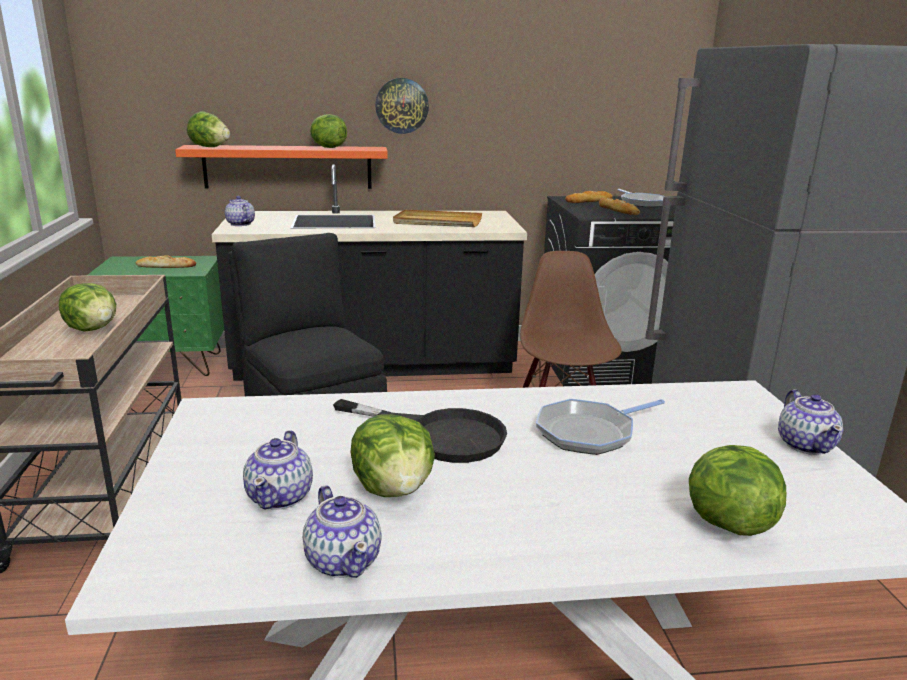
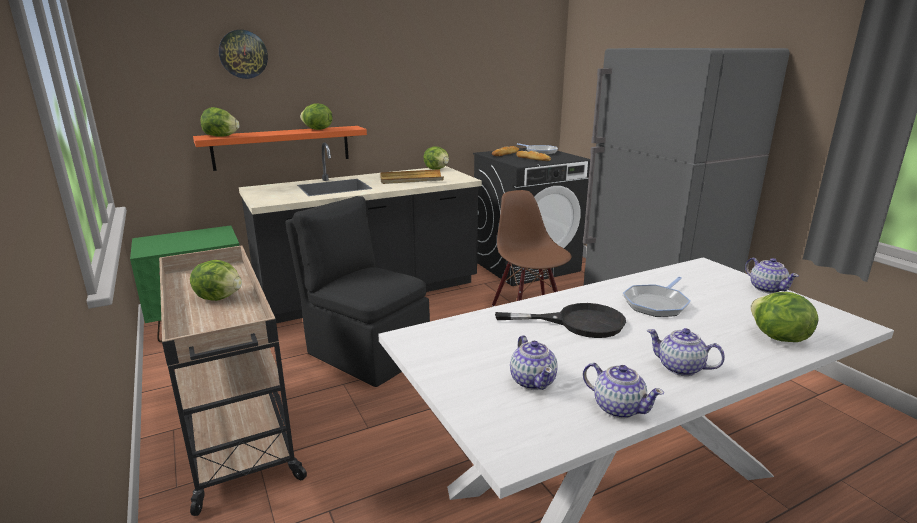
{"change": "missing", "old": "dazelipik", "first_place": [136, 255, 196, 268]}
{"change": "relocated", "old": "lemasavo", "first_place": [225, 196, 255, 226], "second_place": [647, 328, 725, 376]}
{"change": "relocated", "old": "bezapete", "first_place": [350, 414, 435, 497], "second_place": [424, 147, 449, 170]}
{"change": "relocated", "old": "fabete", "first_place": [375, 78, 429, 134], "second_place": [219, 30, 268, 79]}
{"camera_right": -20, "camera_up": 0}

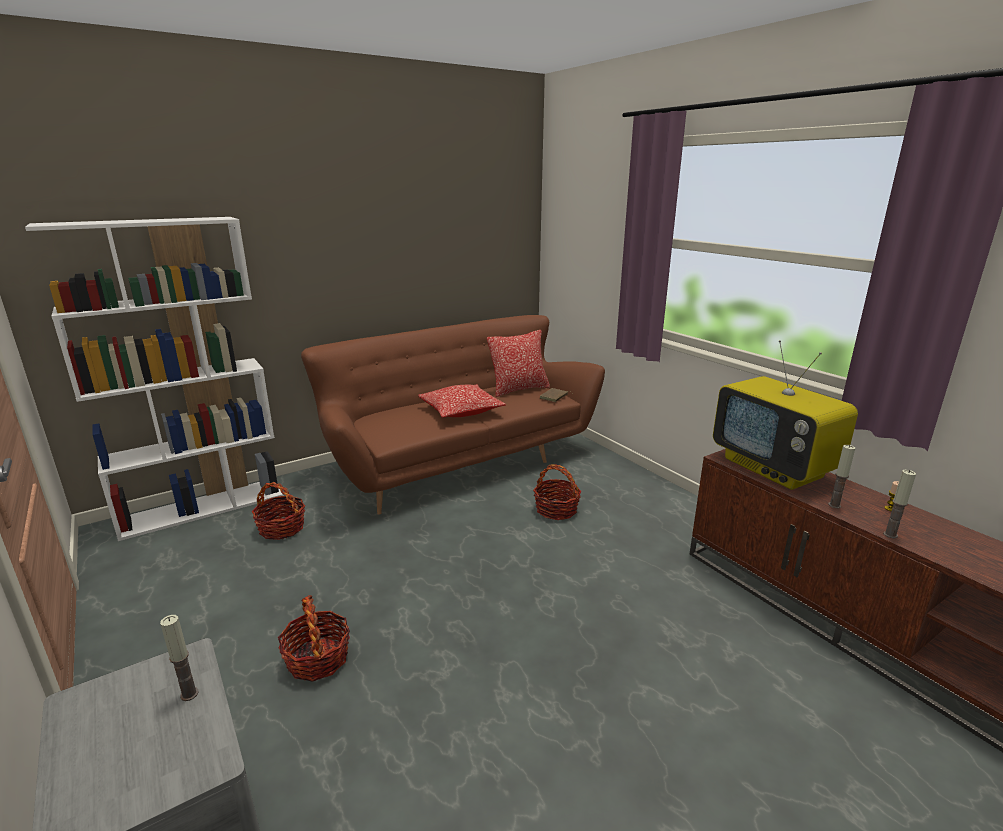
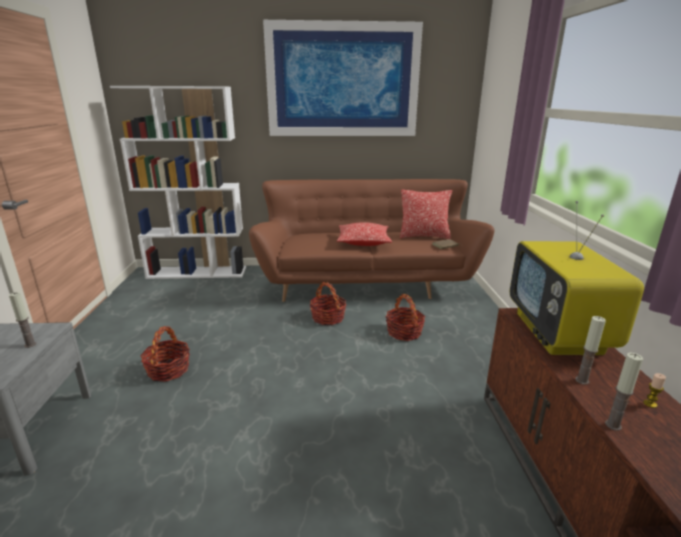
{"change": "appeared", "new": "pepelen", "second_place": [263, 20, 423, 136]}
{"change": "relocated", "old": "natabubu", "first_place": [252, 482, 305, 540], "second_place": [310, 282, 346, 325]}
{"camera_right": 30, "camera_up": 0}

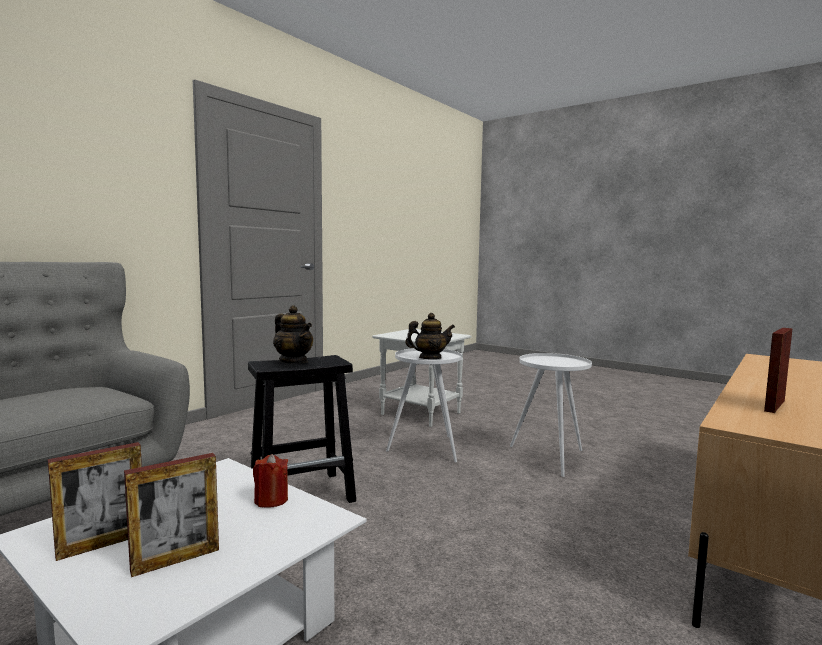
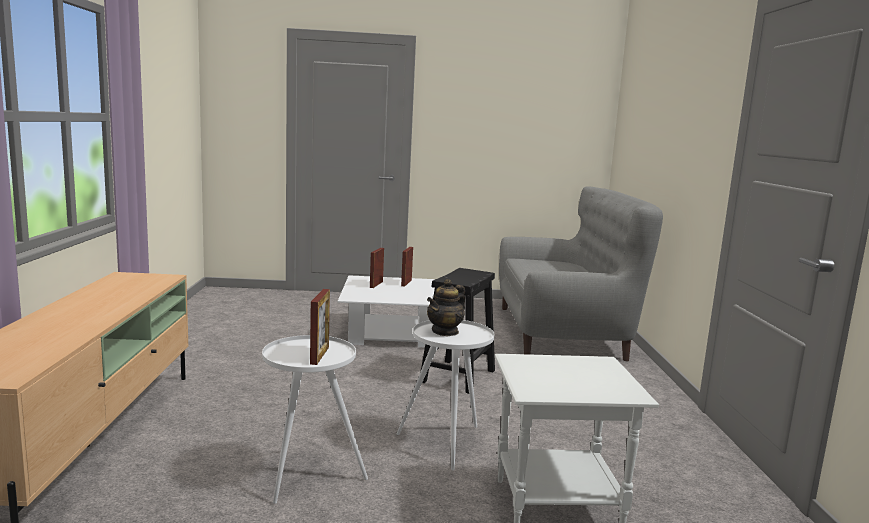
{"change": "missing", "old": "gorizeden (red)", "first_place": [253, 454, 288, 508]}
{"change": "missing", "old": "lemasavo", "first_place": [273, 305, 313, 363]}
{"change": "relocated", "old": "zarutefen", "first_place": [764, 328, 793, 413], "second_place": [310, 289, 330, 365]}
{"camera_right": 140, "camera_up": 5}

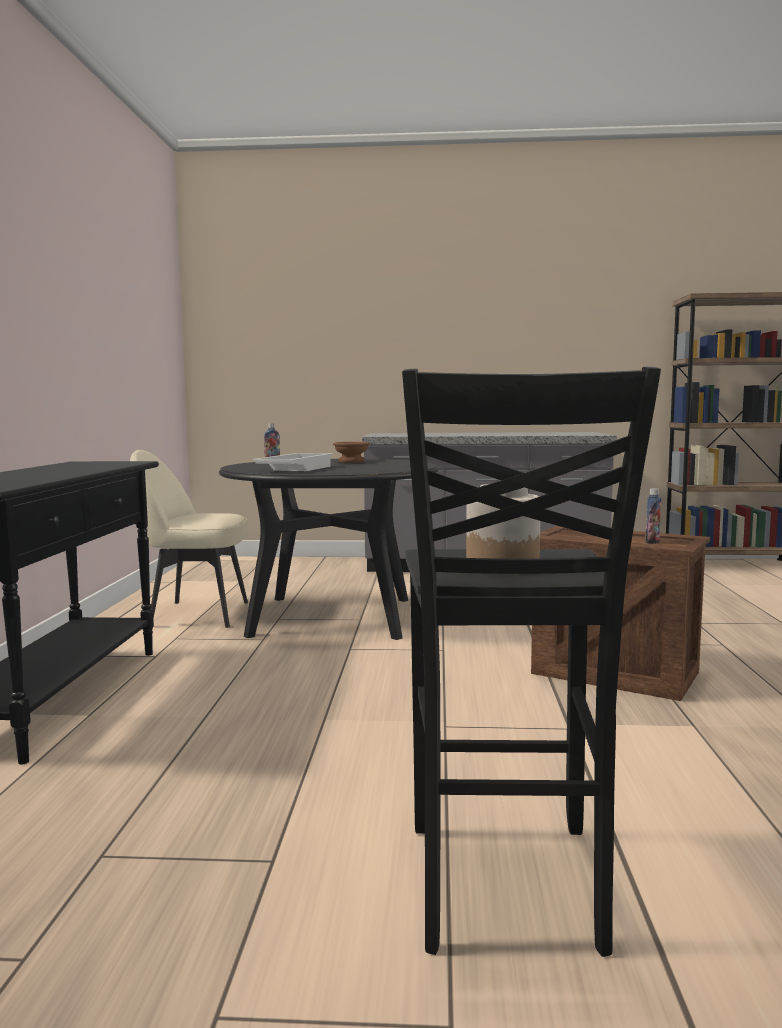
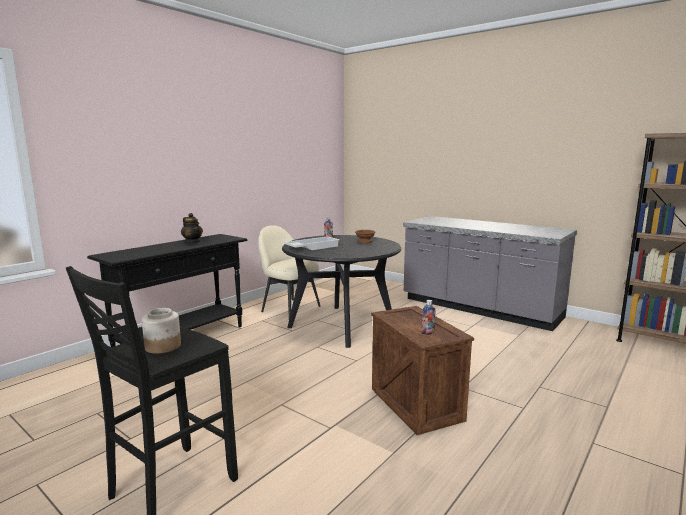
{"change": "appeared", "new": "lemasavo", "second_place": [181, 213, 203, 243]}
{"camera_right": 35, "camera_up": 5}

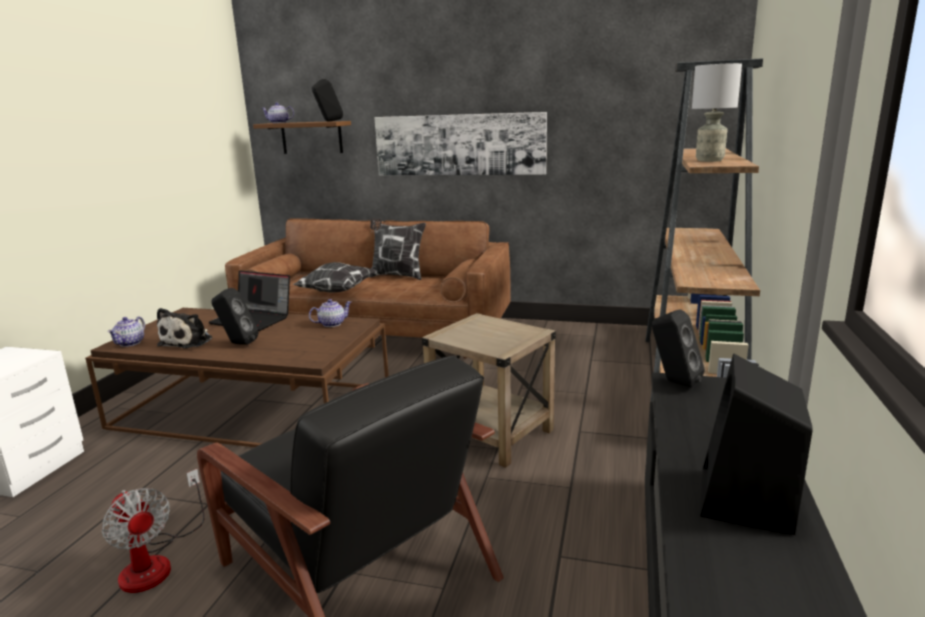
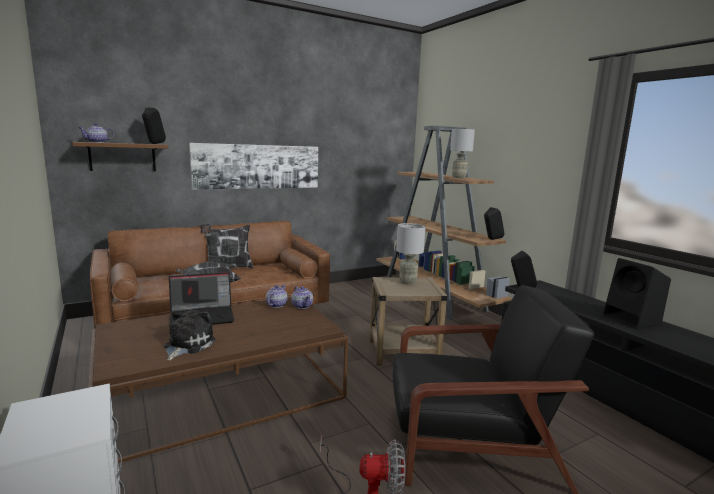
{"change": "appeared", "new": "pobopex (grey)", "second_place": [396, 223, 425, 285]}
{"change": "relocated", "old": "lemasavo", "first_place": [107, 316, 145, 347], "second_place": [291, 286, 313, 309]}
{"change": "relocated", "old": "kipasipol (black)", "first_place": [211, 288, 259, 345], "second_place": [484, 207, 505, 240]}
{"change": "spun", "old": "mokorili", "first_place": [157, 308, 212, 349], "second_place": [164, 310, 216, 361], "degrees": -135}
{"camera_right": -45, "camera_up": -5}

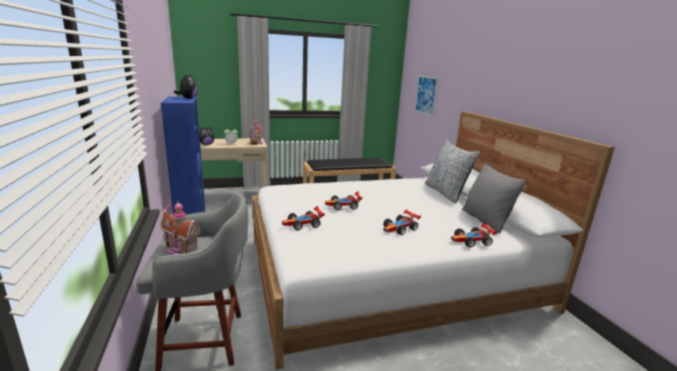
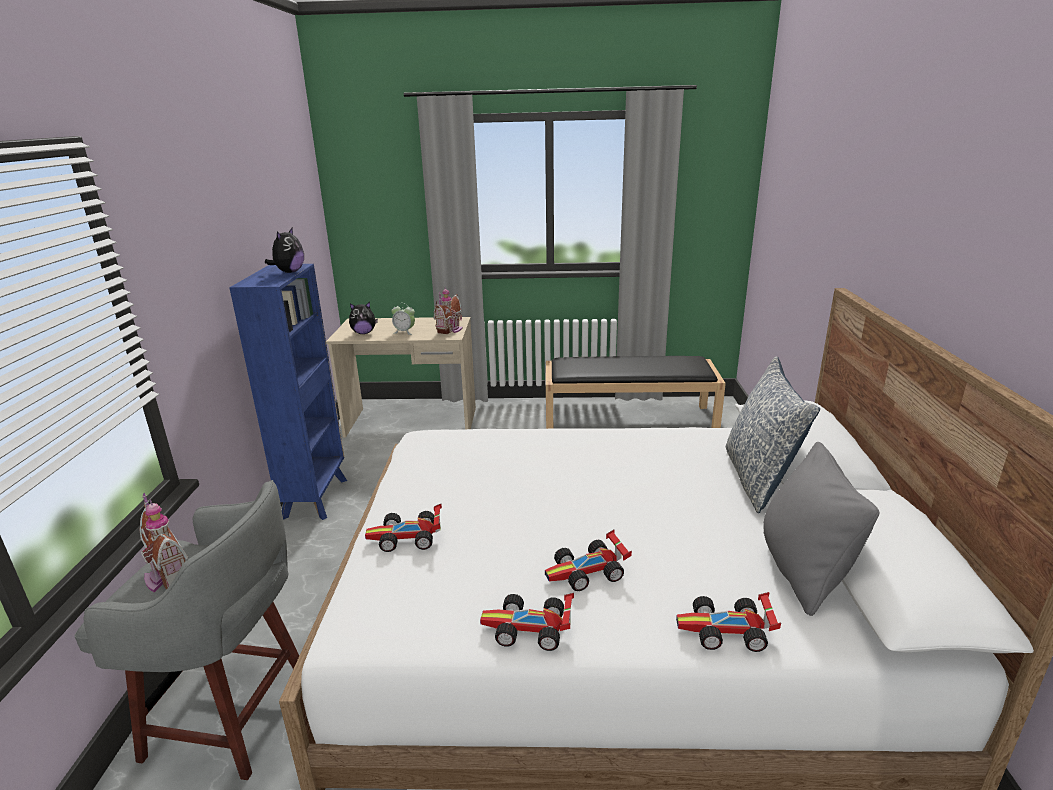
{"change": "missing", "old": "pepelen", "first_place": [415, 76, 438, 116]}
{"change": "relocated", "old": "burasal", "first_place": [325, 191, 362, 210], "second_place": [480, 593, 574, 651]}
{"camera_right": 20, "camera_up": 5}

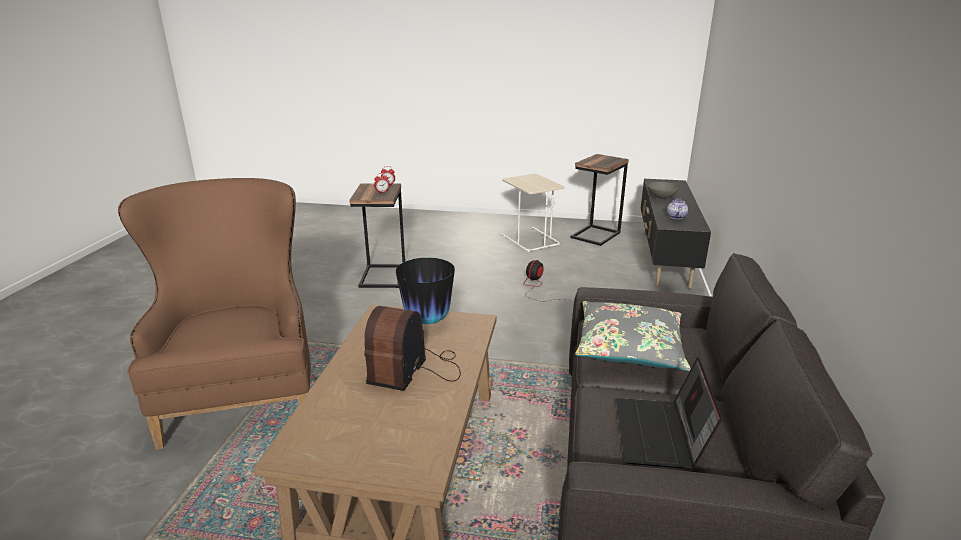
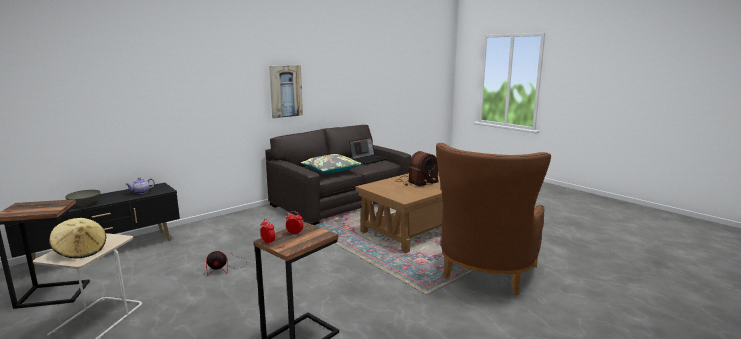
{"change": "missing", "old": "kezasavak", "first_place": [396, 258, 455, 324]}
{"change": "appeared", "new": "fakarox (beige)", "second_place": [50, 218, 106, 259]}
{"change": "appeared", "new": "pepelen", "second_place": [269, 65, 303, 118]}
{"camera_right": -140, "camera_up": -10}

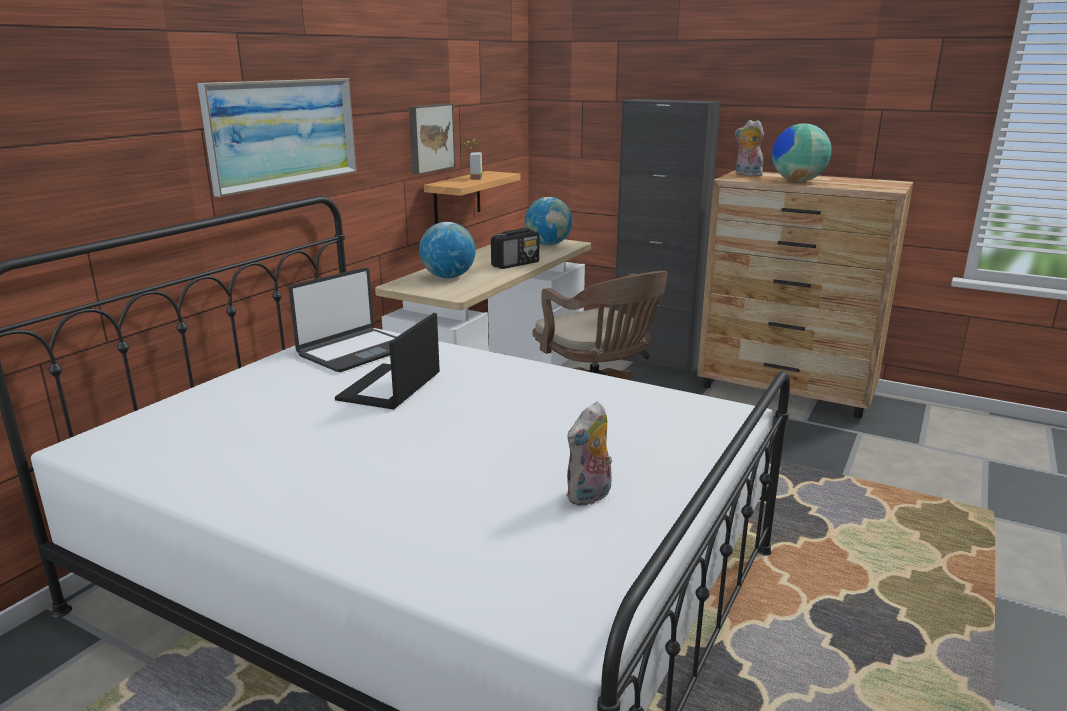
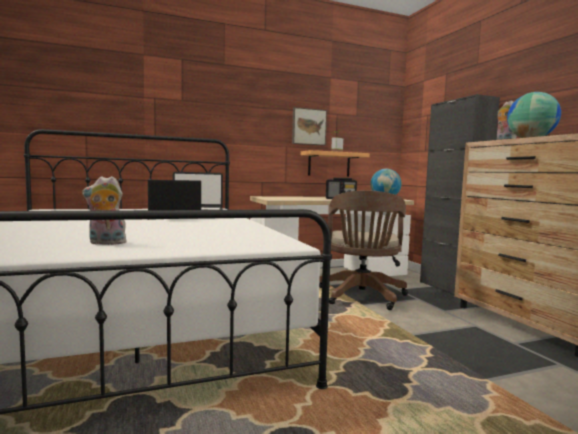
{"change": "missing", "old": "pepelen", "first_place": [197, 78, 357, 197]}
{"change": "missing", "old": "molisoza", "first_place": [419, 222, 476, 278]}
{"camera_right": 40, "camera_up": -15}

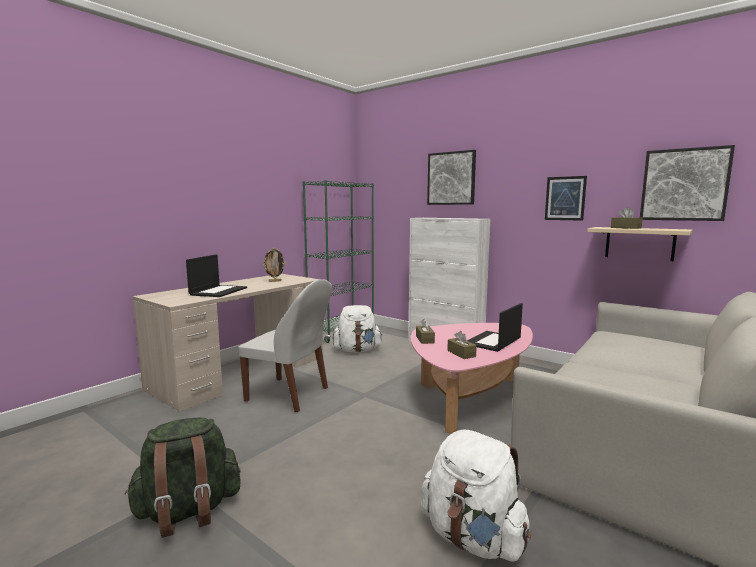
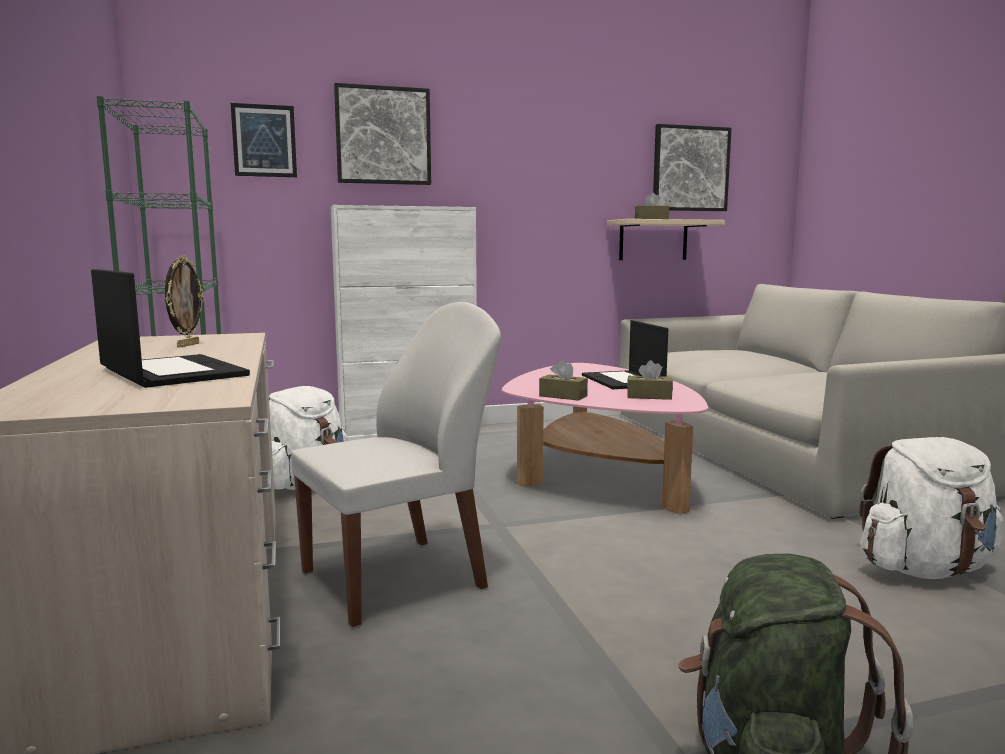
{"change": "relocated", "old": "pepelen", "first_place": [545, 176, 587, 221], "second_place": [231, 103, 297, 177]}
{"camera_right": -55, "camera_up": 0}

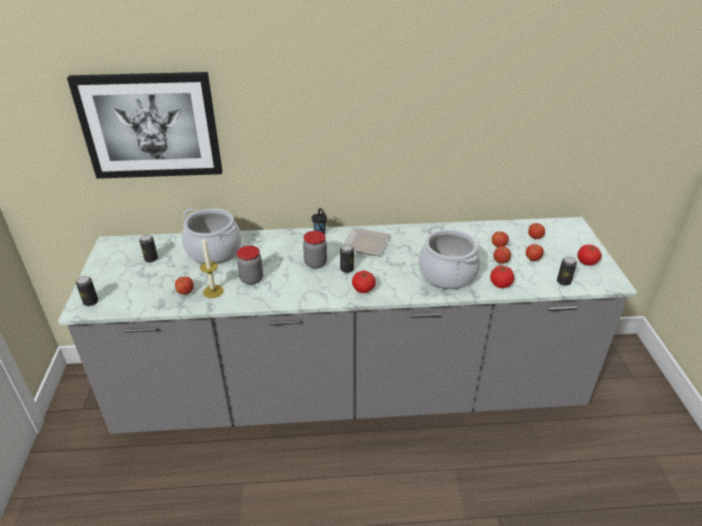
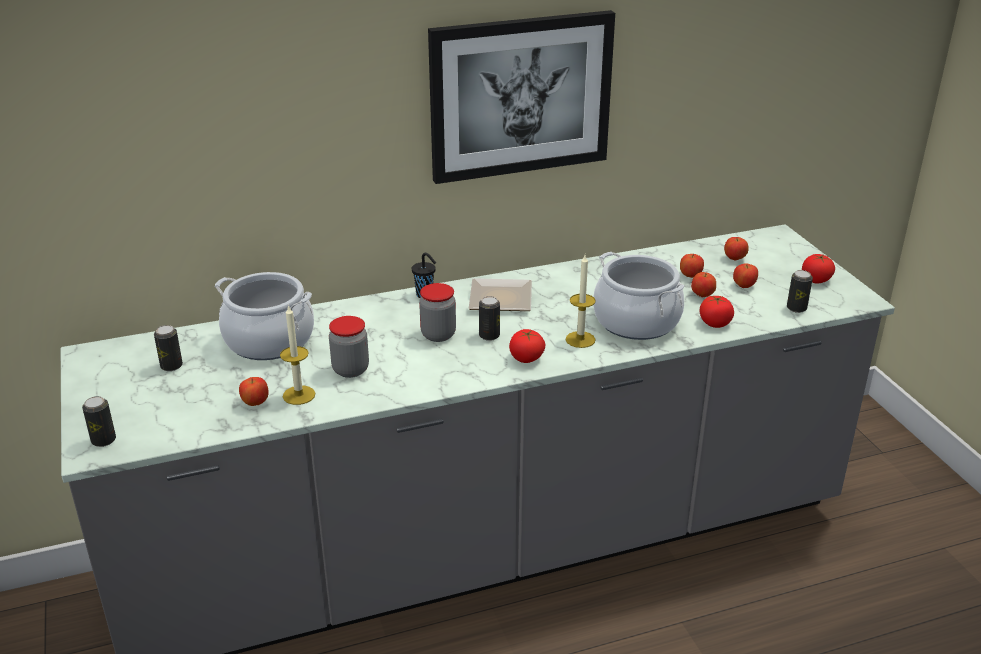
{"change": "appeared", "new": "gorizeden", "second_place": [566, 255, 596, 348]}
{"change": "relocated", "old": "pepelen", "first_place": [67, 72, 222, 179], "second_place": [428, 10, 615, 184]}
{"camera_right": -15, "camera_up": -5}

